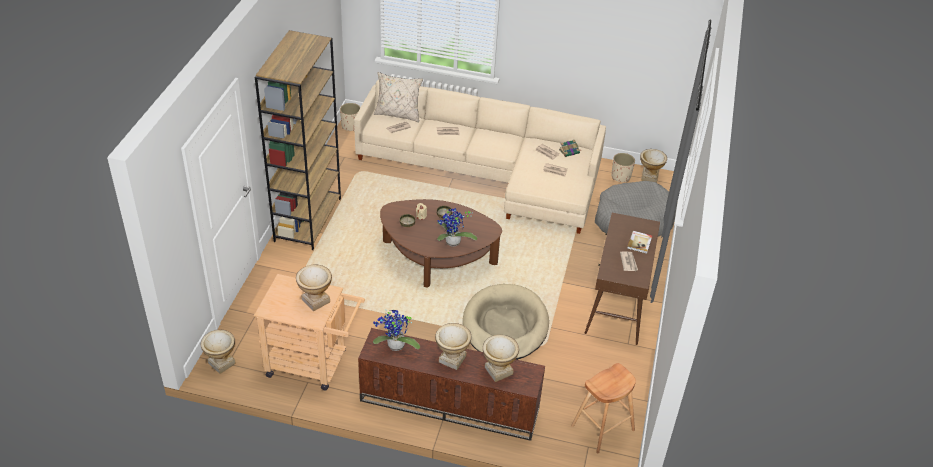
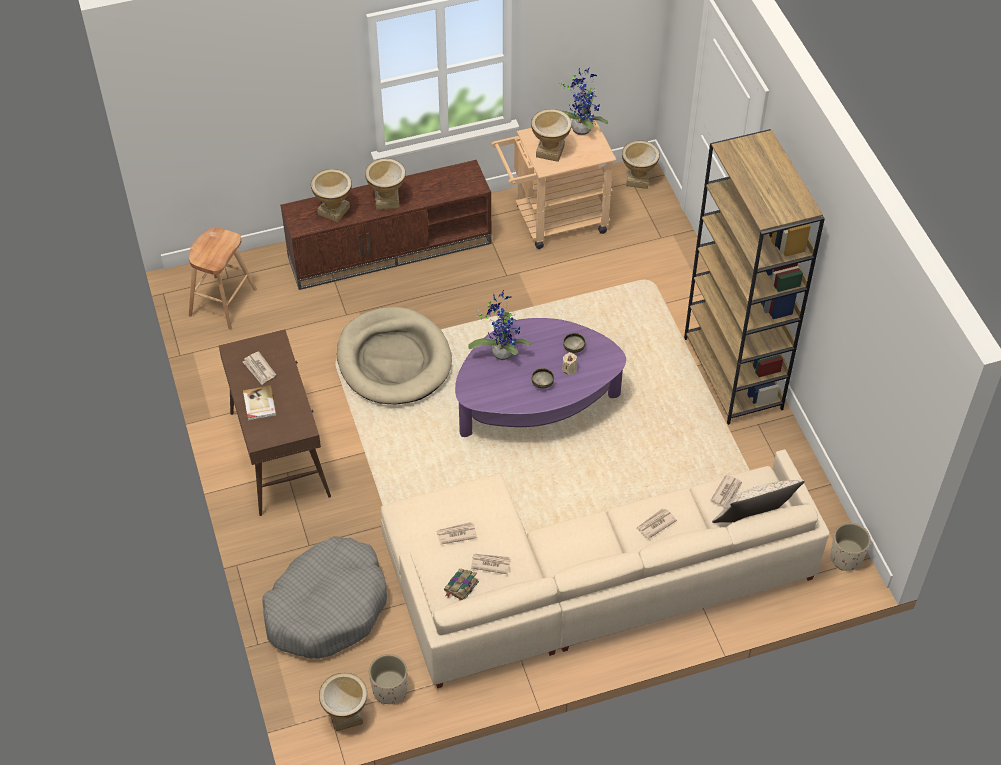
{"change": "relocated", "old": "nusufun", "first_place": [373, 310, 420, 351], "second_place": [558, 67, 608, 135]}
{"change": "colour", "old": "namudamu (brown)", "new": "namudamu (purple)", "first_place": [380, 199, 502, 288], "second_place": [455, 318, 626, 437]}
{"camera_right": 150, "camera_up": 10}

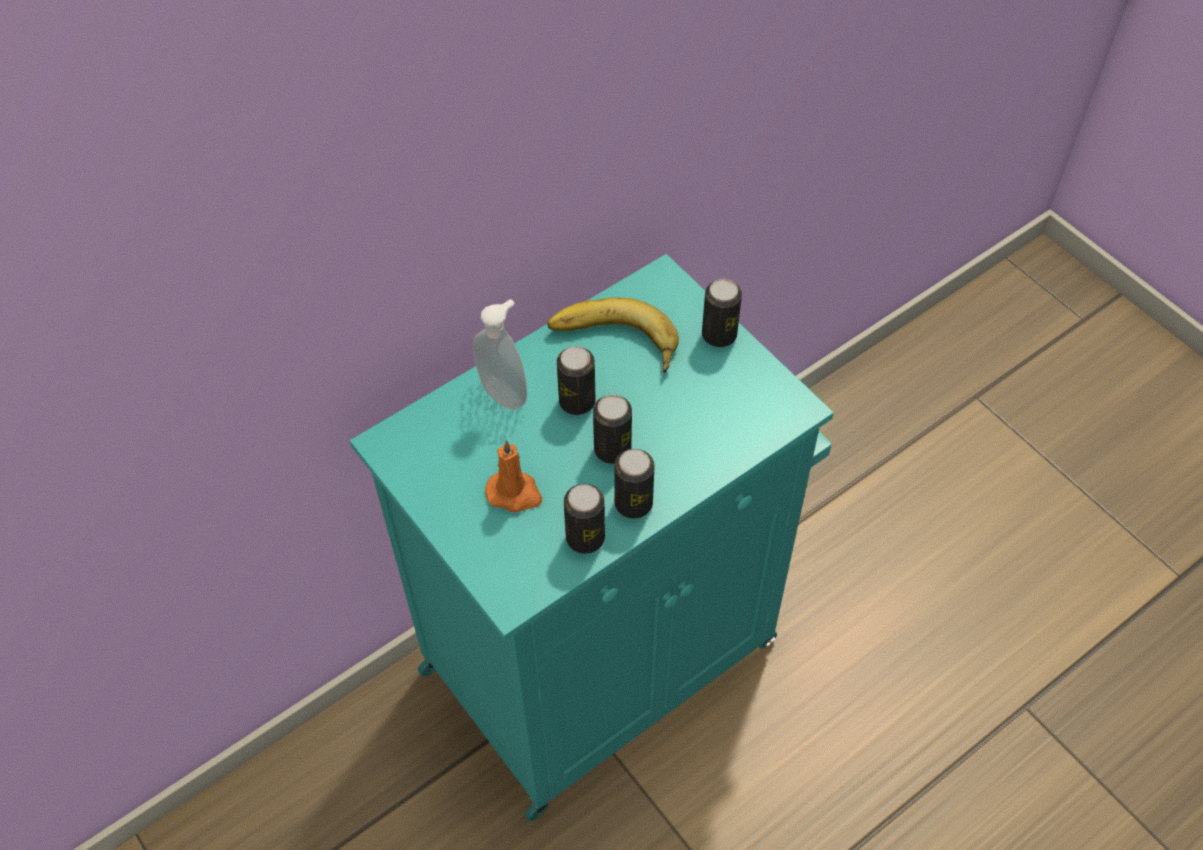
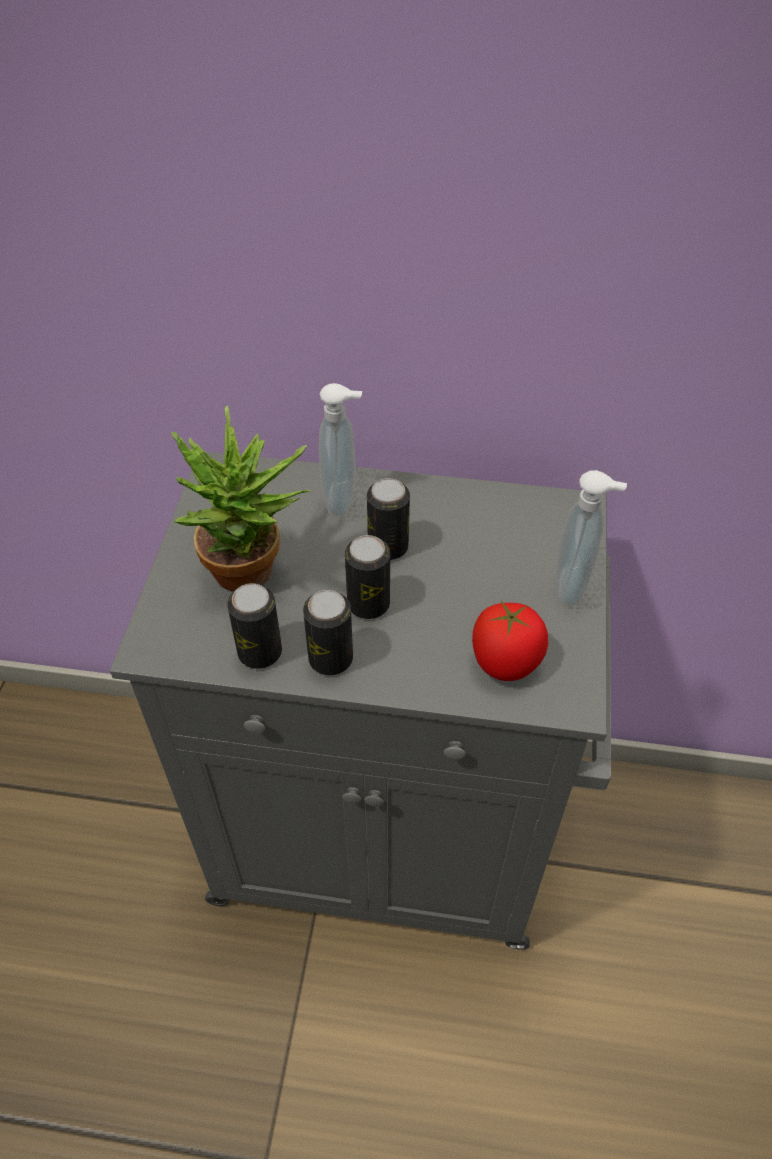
{"change": "missing", "old": "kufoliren", "first_place": [548, 297, 679, 373]}
{"change": "appeared", "new": "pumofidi", "second_place": [472, 601, 548, 681]}
{"change": "exchanged", "old": "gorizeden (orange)", "new": "nusufun", "first_place": [485, 440, 542, 512], "second_place": [171, 405, 310, 592]}
{"change": "exchanged", "old": "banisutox", "new": "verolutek", "first_place": [702, 279, 742, 347], "second_place": [556, 470, 627, 606]}
{"change": "colour", "old": "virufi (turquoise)", "new": "virufi (grey)", "first_place": [350, 254, 834, 821], "second_place": [110, 451, 611, 950]}
{"camera_right": 45, "camera_up": -5}

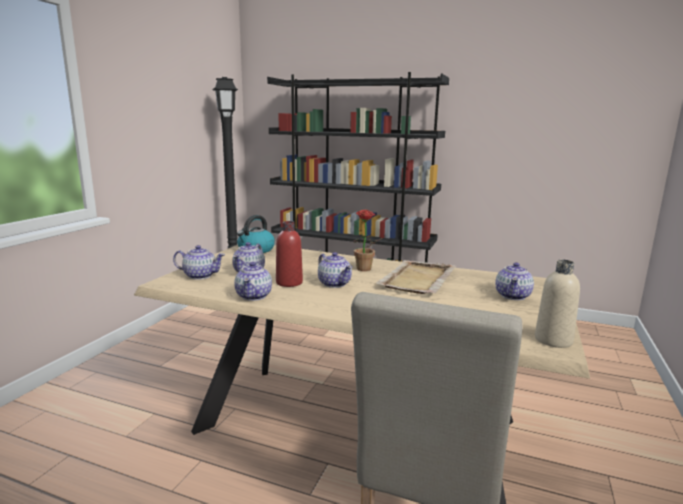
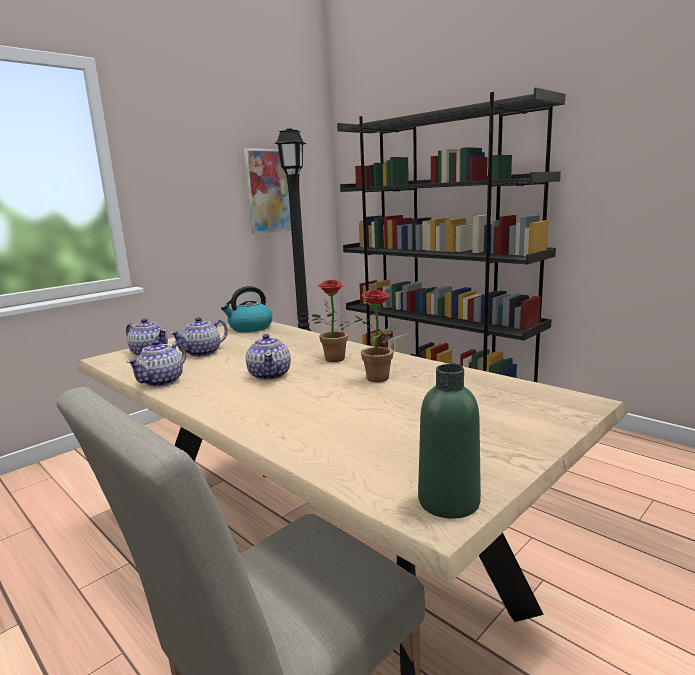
{"change": "missing", "old": "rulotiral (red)", "first_place": [276, 221, 303, 287]}
{"change": "missing", "old": "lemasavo", "first_place": [495, 262, 534, 300]}
{"change": "appeared", "new": "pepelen", "second_place": [244, 148, 302, 234]}
{"change": "exchanged", "old": "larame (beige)", "new": "nusufun", "first_place": [375, 260, 457, 294], "second_place": [354, 289, 396, 382]}
{"change": "colour", "old": "rulotiral (beige)", "new": "rulotiral (green)", "first_place": [535, 260, 580, 348], "second_place": [418, 364, 481, 519]}
{"camera_right": 25, "camera_up": 0}

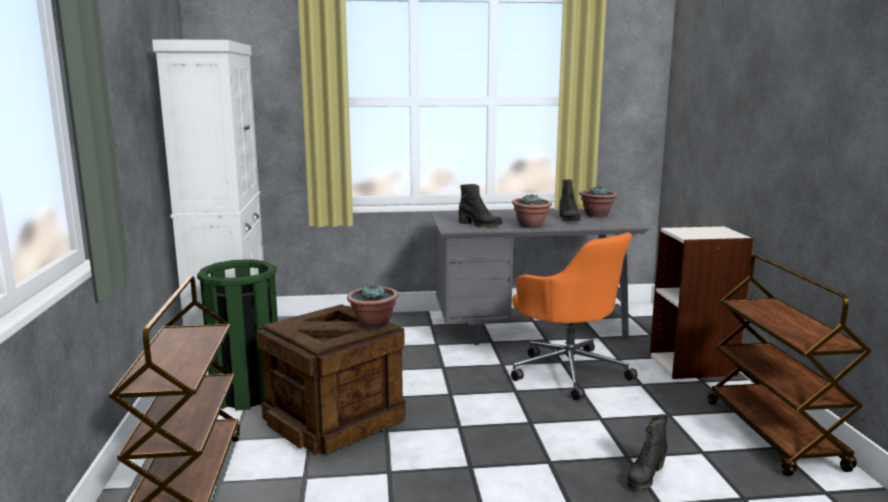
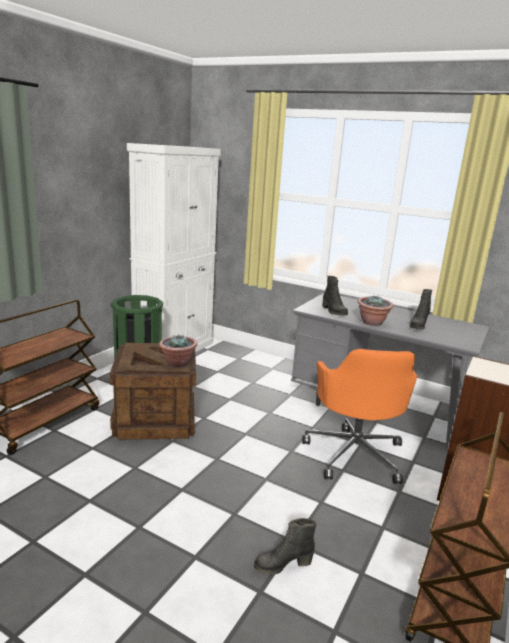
{"change": "missing", "old": "nusufun", "first_place": [579, 186, 617, 217]}
{"camera_right": 35, "camera_up": 5}

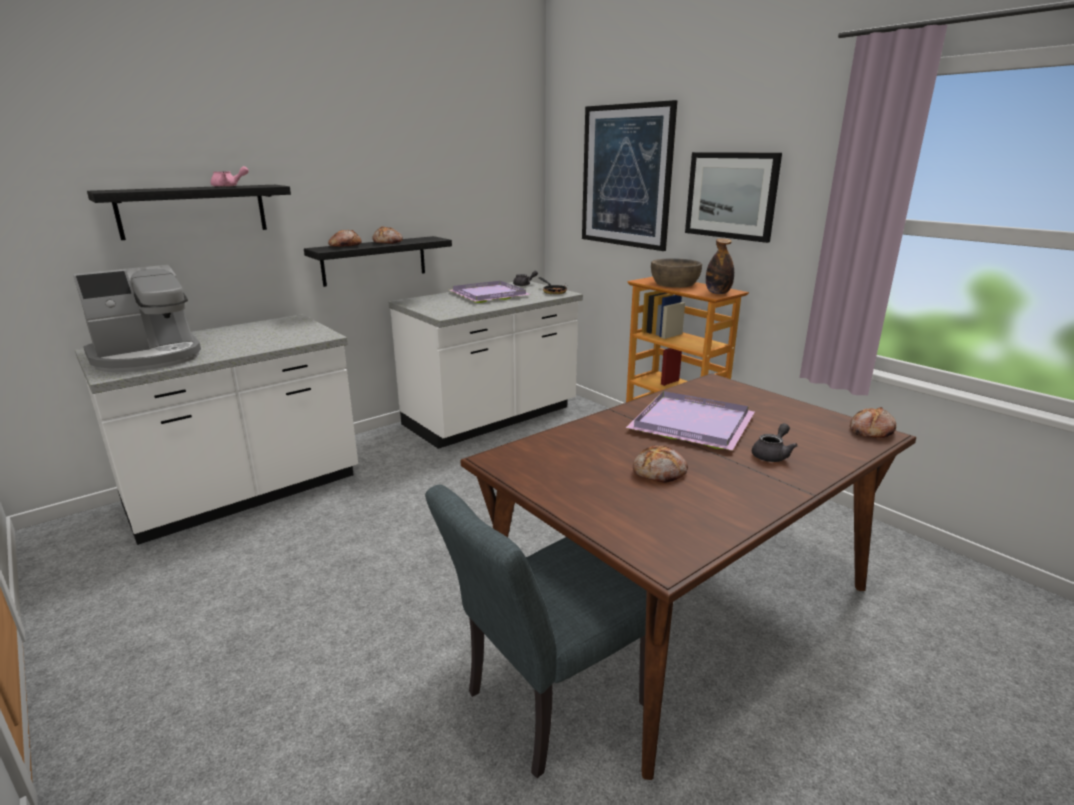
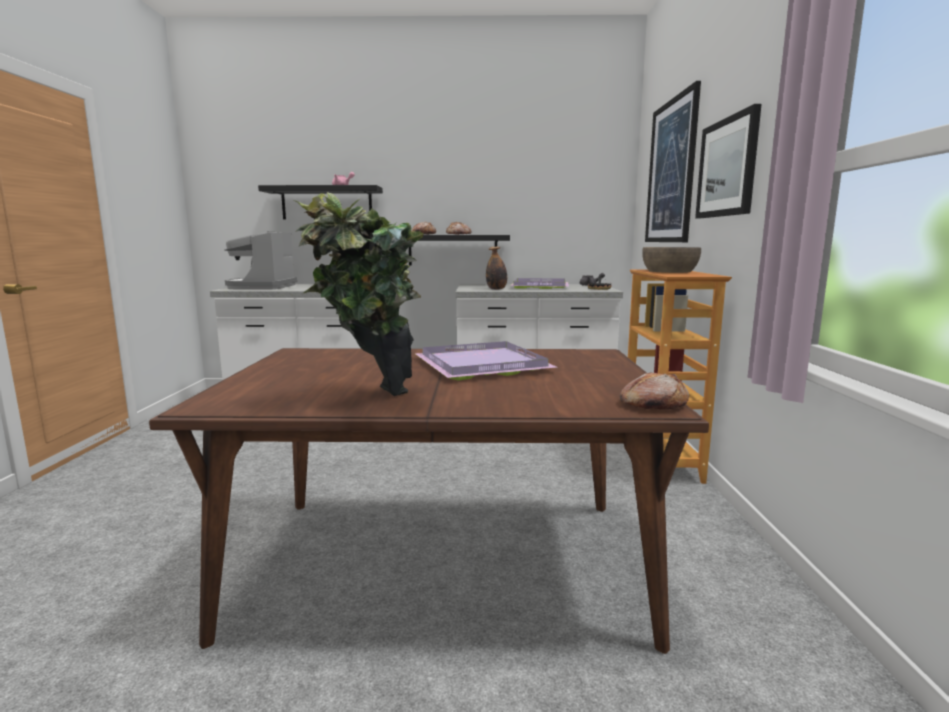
{"change": "missing", "old": "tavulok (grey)", "first_place": [425, 484, 646, 778]}
{"change": "missing", "old": "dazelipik", "first_place": [633, 445, 688, 483]}
{"change": "missing", "old": "lemasavo (grey)", "first_place": [752, 423, 798, 462]}
{"change": "appeared", "new": "nusufun", "second_place": [294, 192, 423, 396]}
{"change": "relocated", "old": "rulotiral", "first_place": [706, 238, 734, 294], "second_place": [486, 247, 507, 290]}
{"change": "spun", "old": "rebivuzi", "first_place": [73, 265, 201, 373], "second_place": [224, 232, 297, 290], "degrees": 90}
{"camera_right": 40, "camera_up": -10}

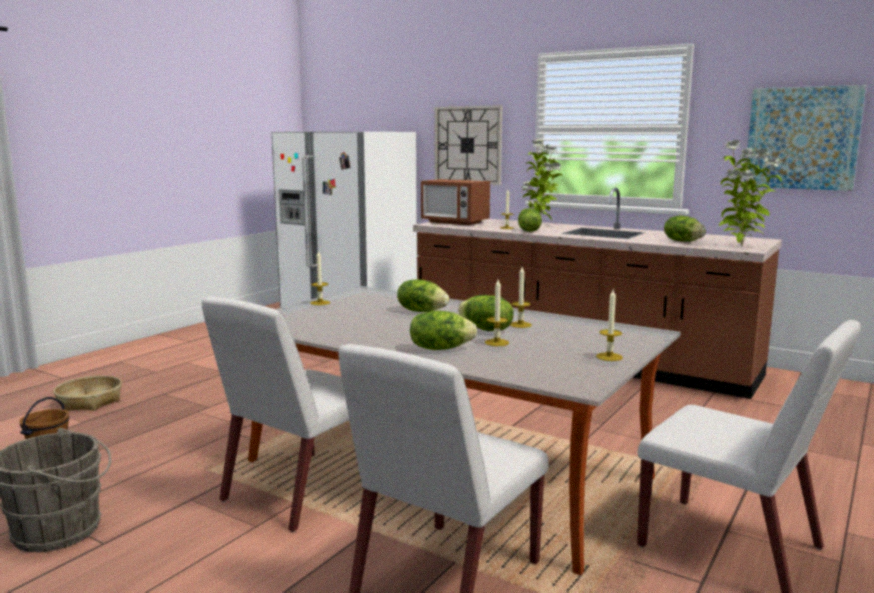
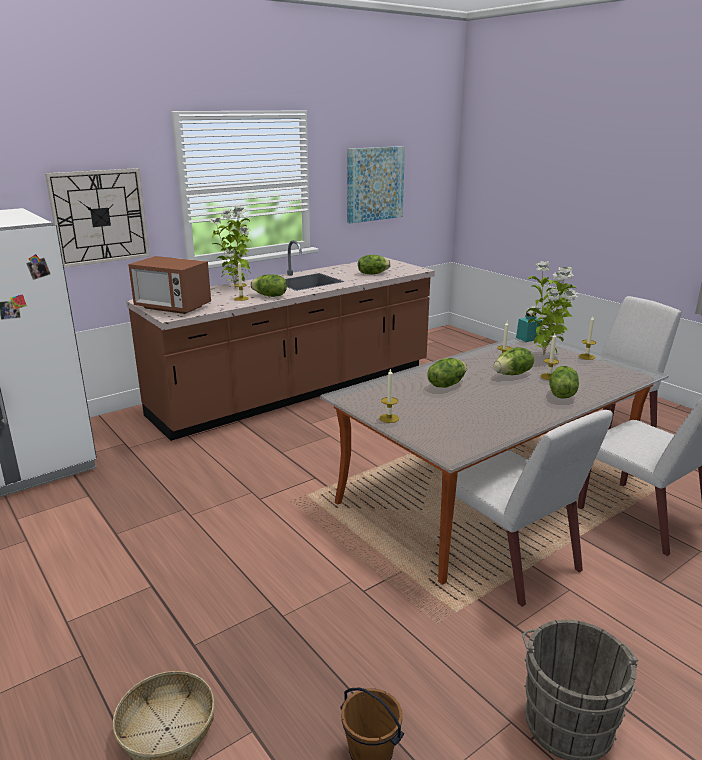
{"change": "appeared", "new": "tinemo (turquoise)", "second_place": [516, 312, 542, 342]}
{"change": "relocated", "old": "nusufun", "first_place": [719, 140, 782, 247], "second_place": [527, 261, 578, 355]}
{"change": "spun", "old": "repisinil", "first_place": [421, 179, 490, 225], "second_place": [128, 256, 211, 314], "degrees": 60}
{"camera_right": -70, "camera_up": 10}

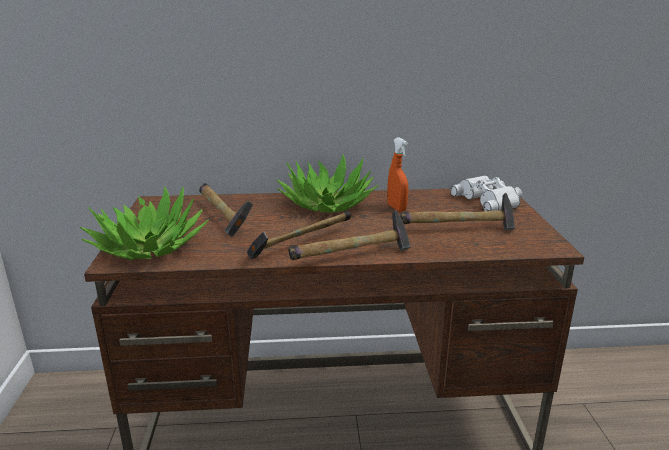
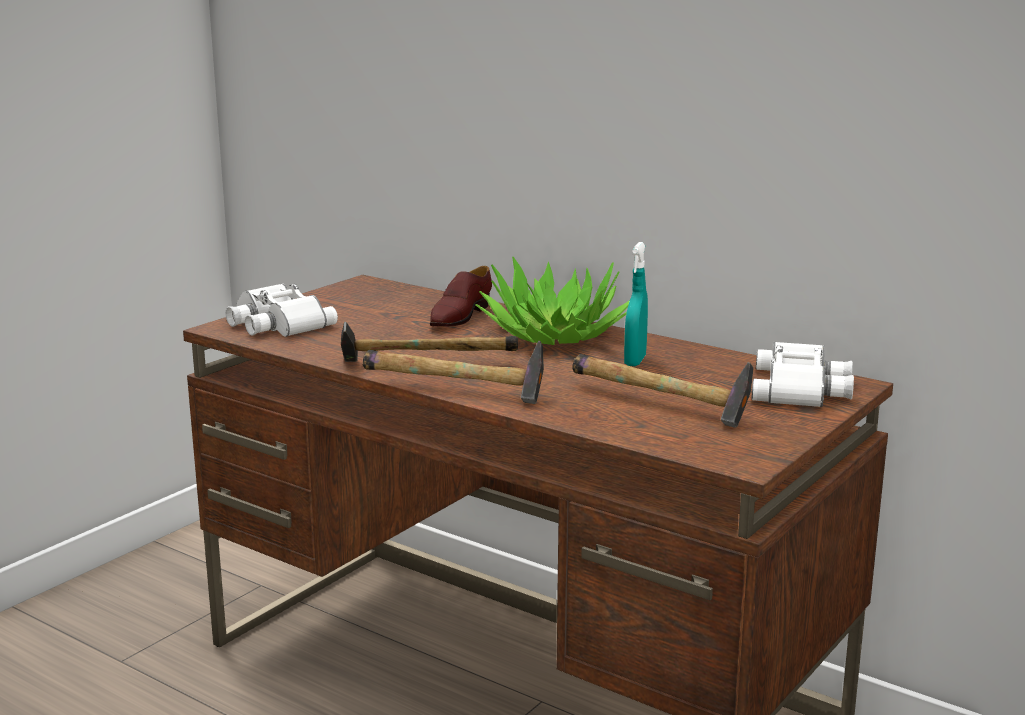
{"change": "missing", "old": "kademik", "first_place": [199, 183, 253, 237]}
{"change": "appeared", "new": "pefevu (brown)", "second_place": [430, 266, 492, 327]}
{"change": "exchanged", "old": "nusufun", "new": "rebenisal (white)", "first_place": [80, 186, 209, 260], "second_place": [226, 283, 338, 337]}
{"change": "colour", "old": "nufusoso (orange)", "new": "nufusoso (turquoise)", "first_place": [387, 137, 408, 212], "second_place": [624, 242, 648, 366]}
{"camera_right": 40, "camera_up": -5}

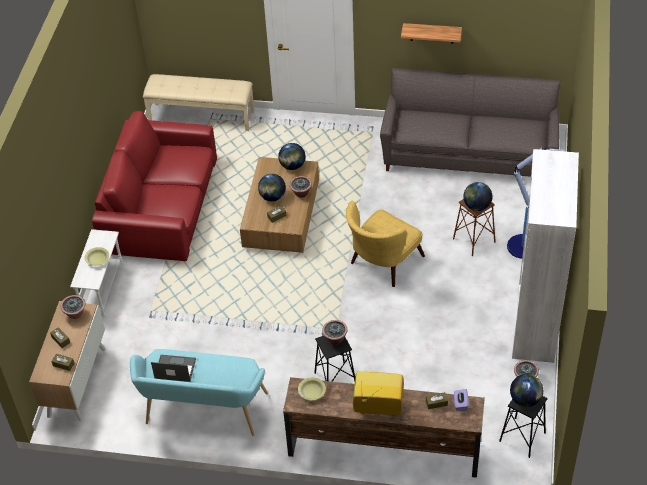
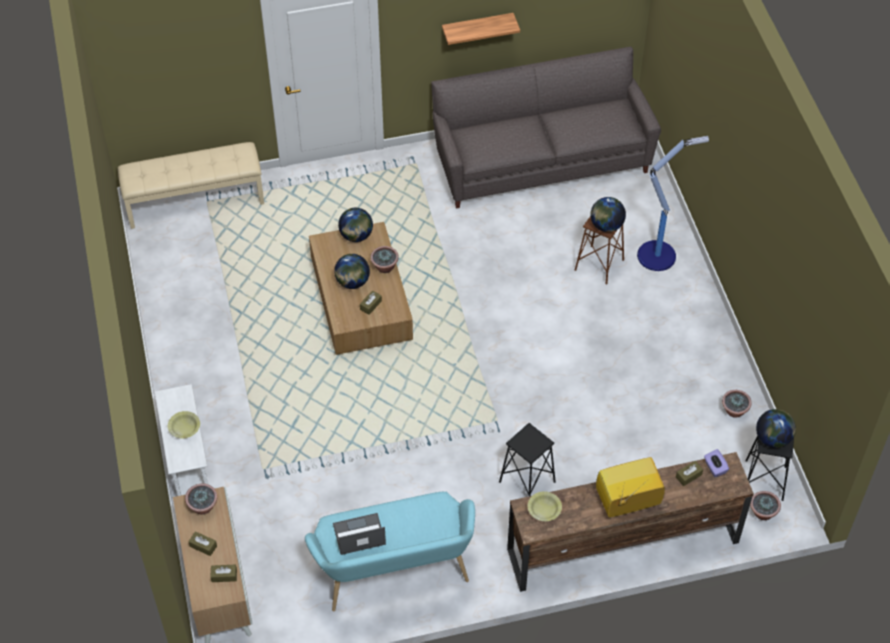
{"change": "missing", "old": "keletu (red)", "first_place": [92, 111, 217, 261]}
{"change": "missing", "old": "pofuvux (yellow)", "first_place": [346, 201, 425, 287]}
{"change": "missing", "old": "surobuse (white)", "first_place": [512, 149, 579, 363]}
{"change": "relocated", "old": "nusufun", "first_place": [322, 320, 348, 344], "second_place": [750, 491, 781, 520]}
{"camera_right": -25, "camera_up": 5}

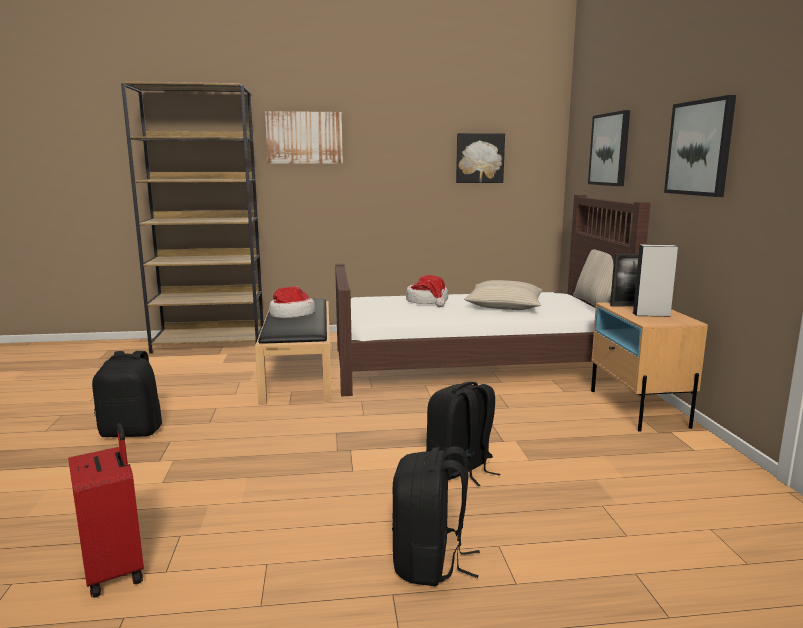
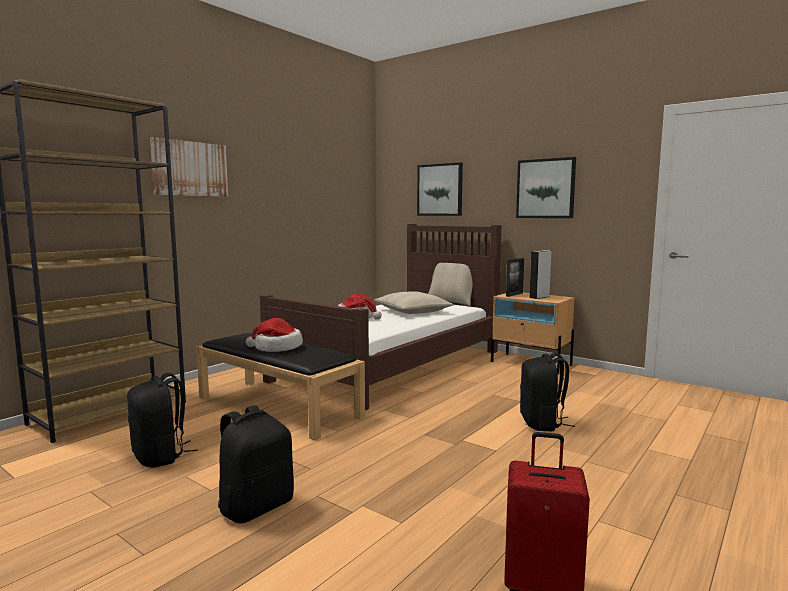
{"change": "missing", "old": "pepelen", "first_place": [456, 133, 505, 183]}
{"change": "relocated", "old": "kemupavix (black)", "first_place": [392, 446, 480, 586], "second_place": [127, 373, 198, 468]}
{"camera_right": -45, "camera_up": -5}

